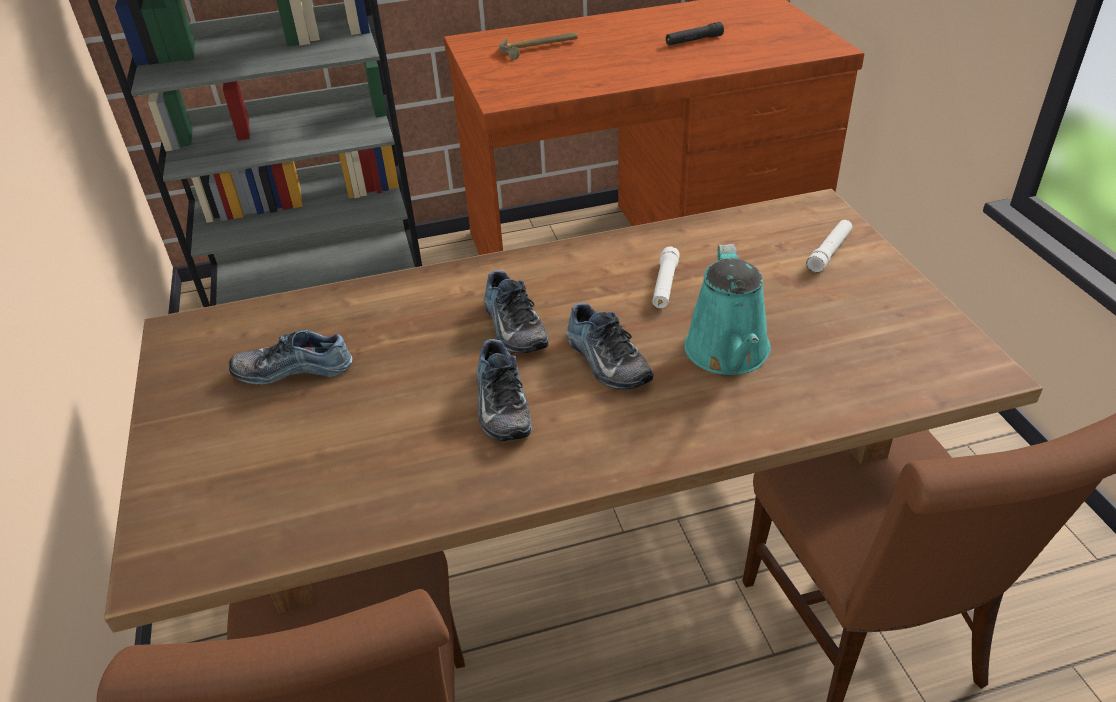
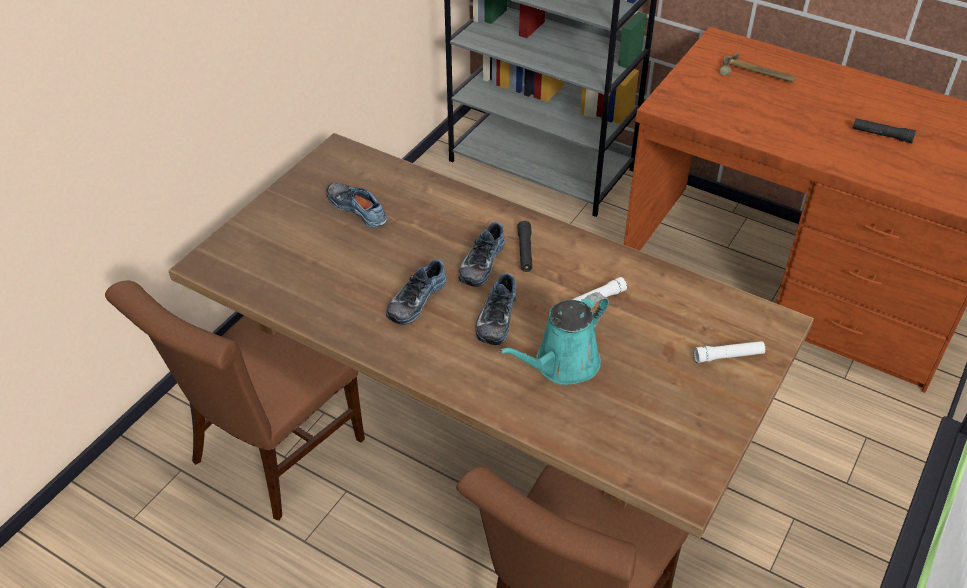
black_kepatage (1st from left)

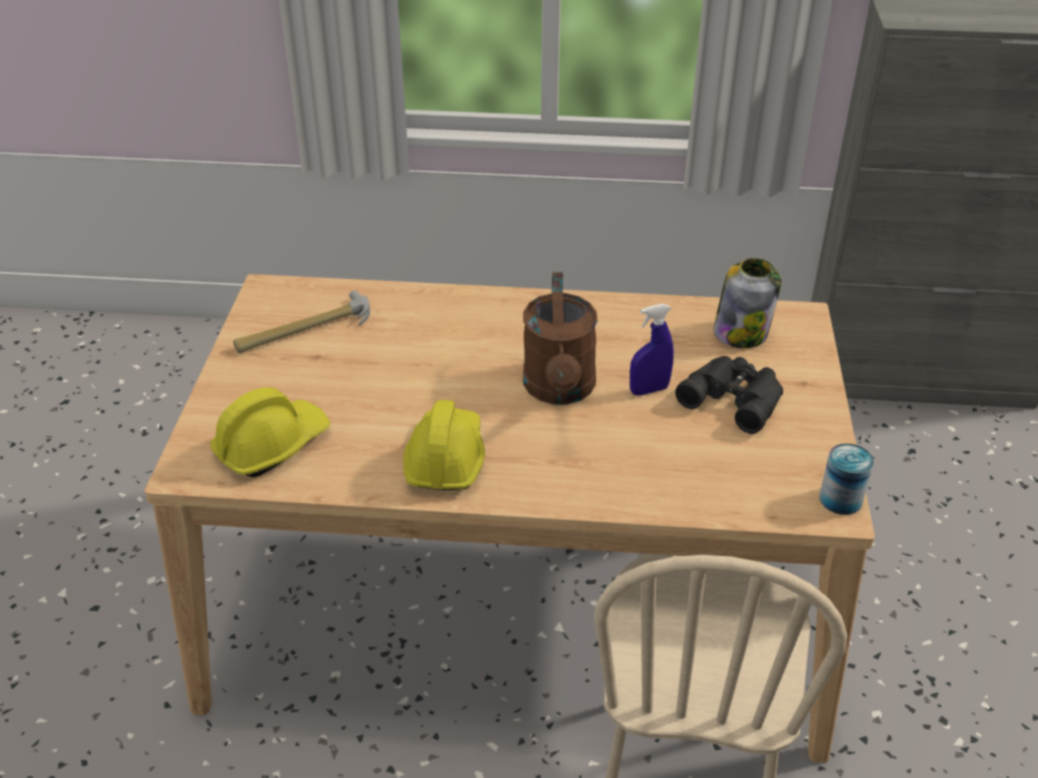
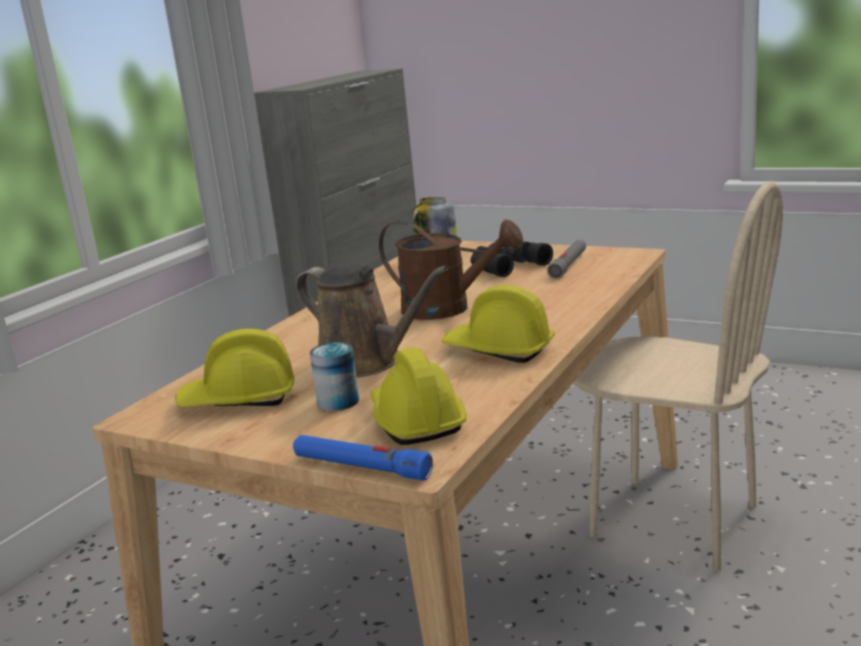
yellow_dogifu (1st from left); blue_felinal; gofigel; blue_kepatage; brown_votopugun (1st from left); grey_kepatage

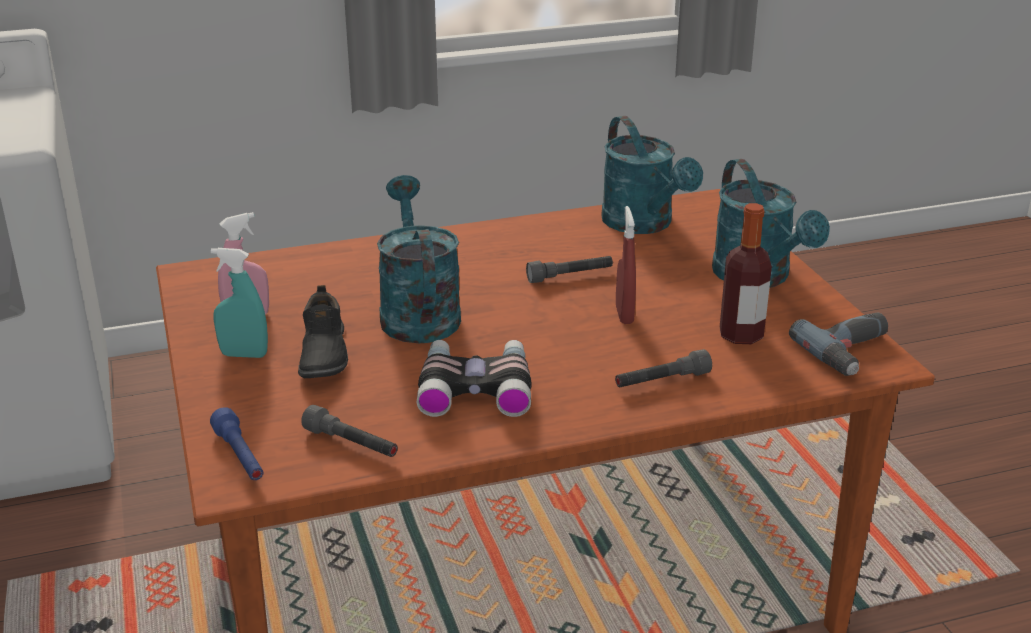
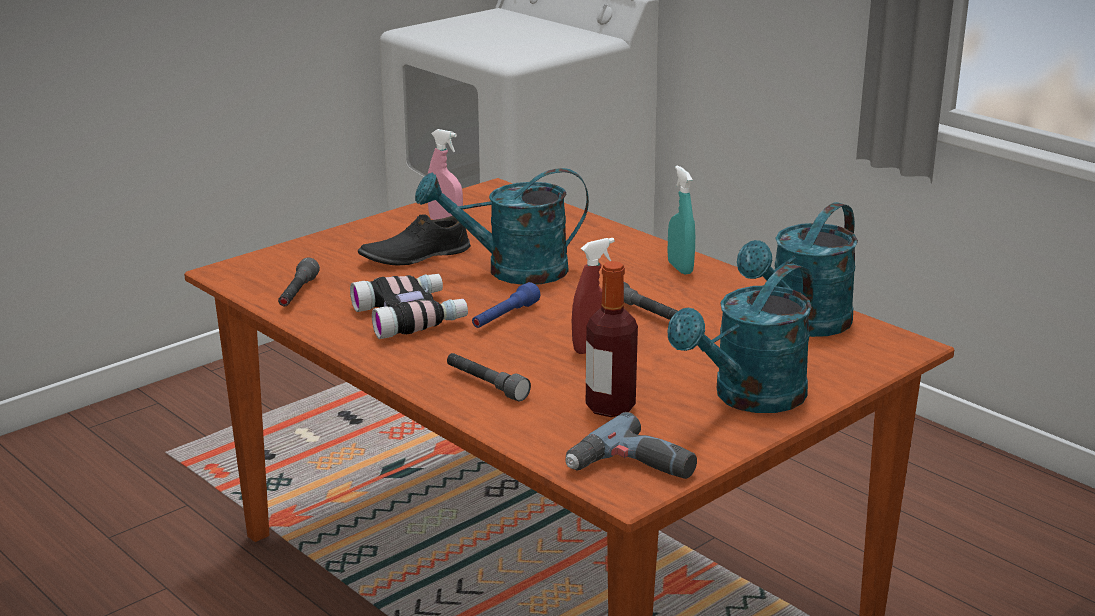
blue_kepatage; turquoise_felinal; turquoise_votopugun (1st from left)

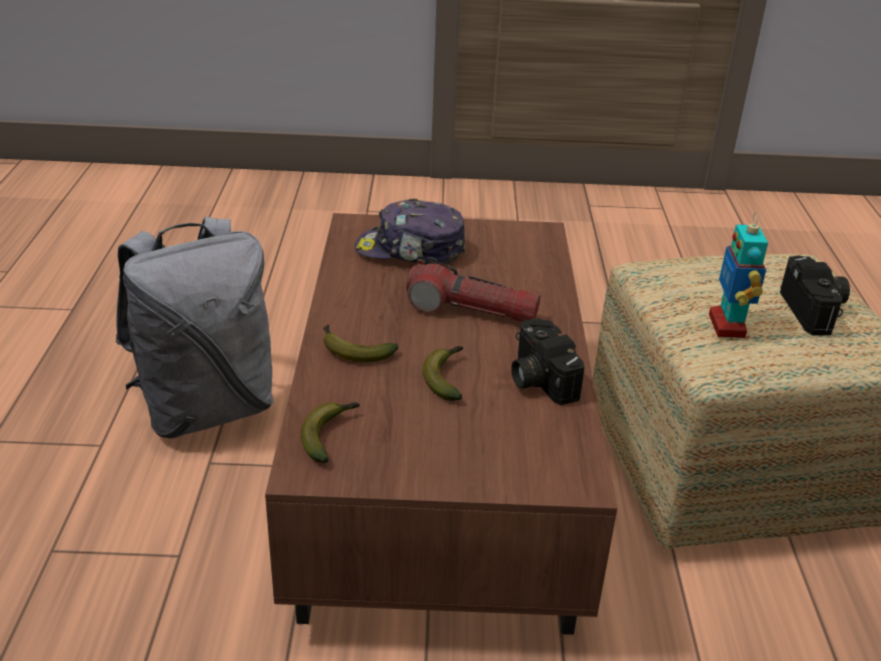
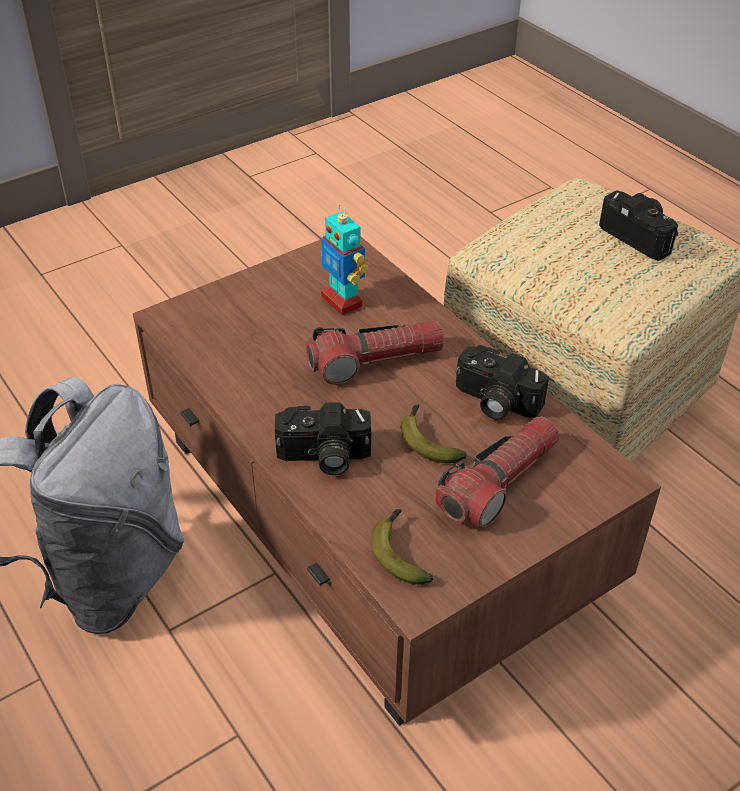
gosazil (1st from left); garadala; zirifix; kepatage (2nd from left)

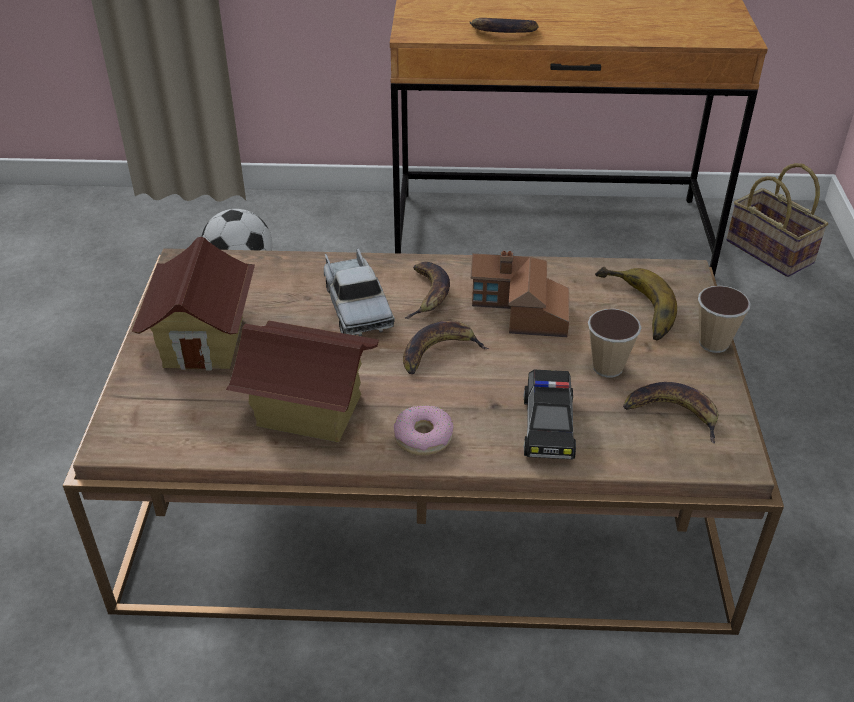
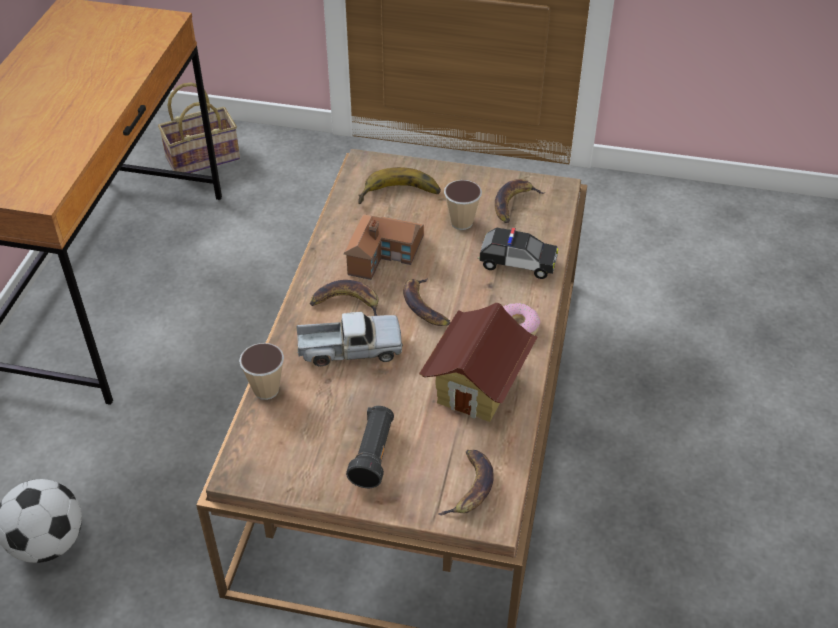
black_kepatage; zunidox (4th from left); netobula (1st from left)

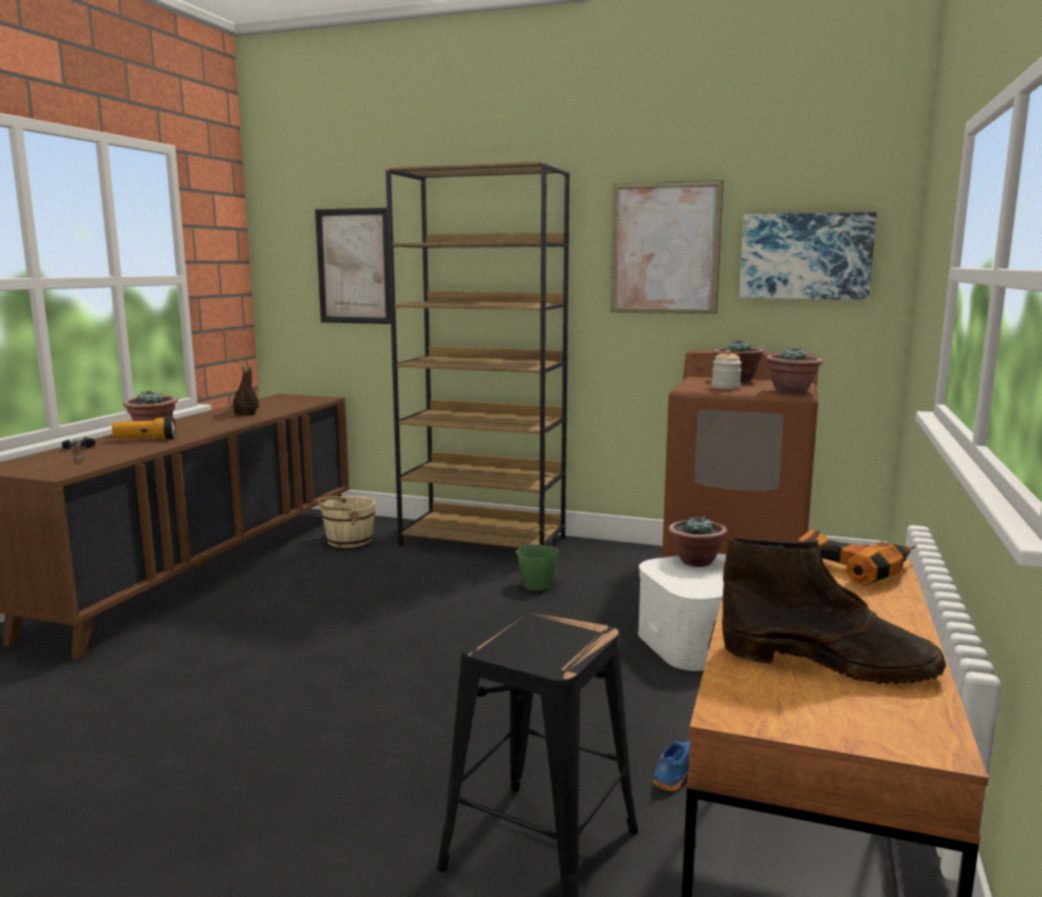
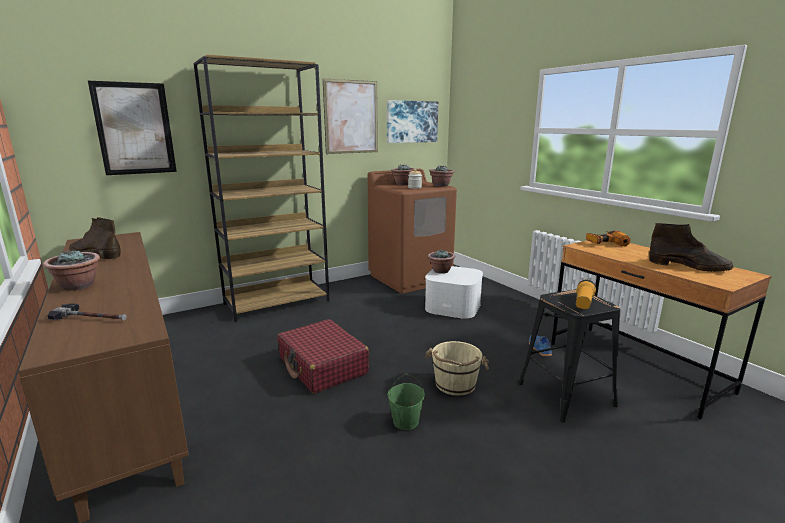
kepatage; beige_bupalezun; green_bupalezun; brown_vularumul (2nd from left); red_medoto

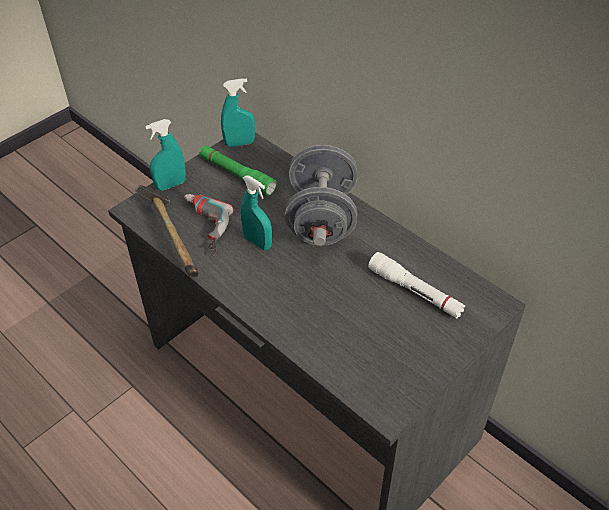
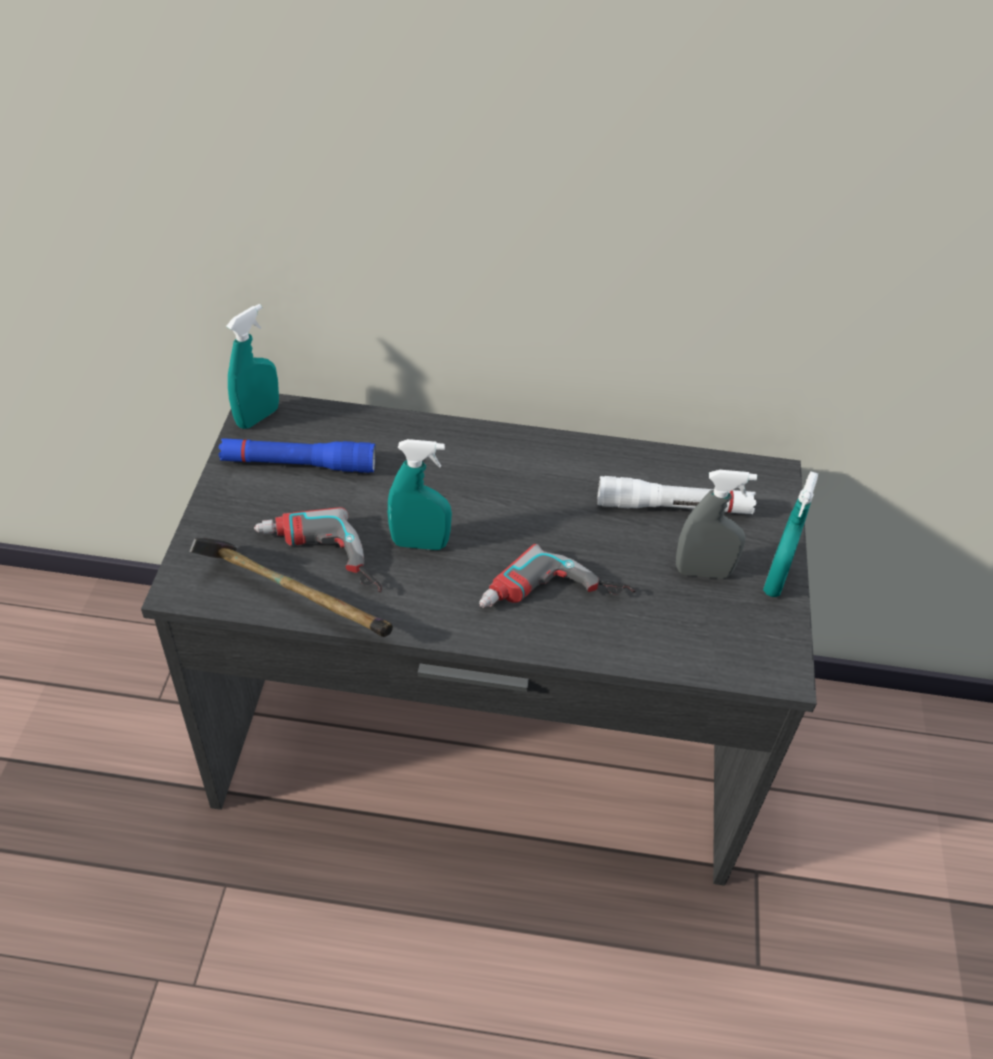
turquoise_felinal (3rd from left); blue_kepatage; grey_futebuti; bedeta (2nd from left); grey_felinal

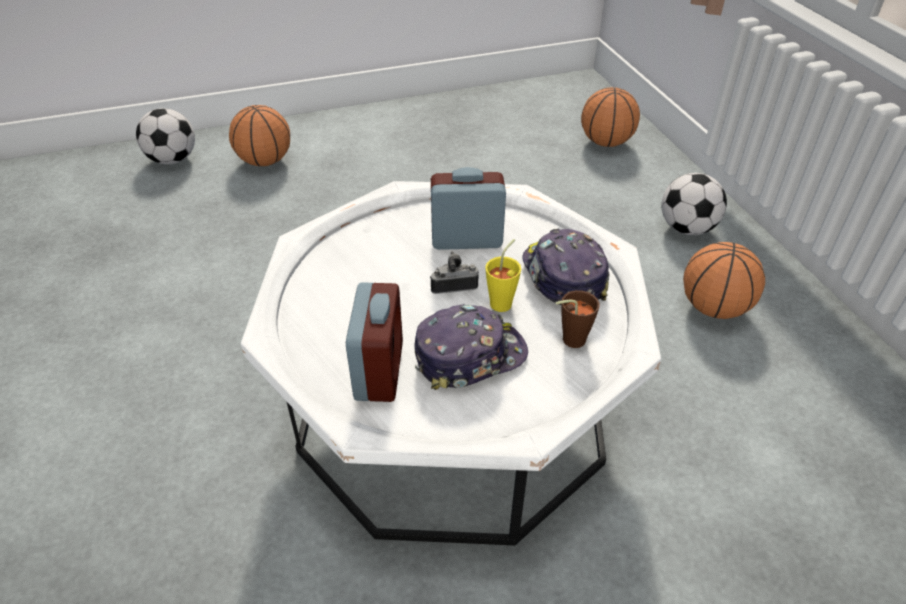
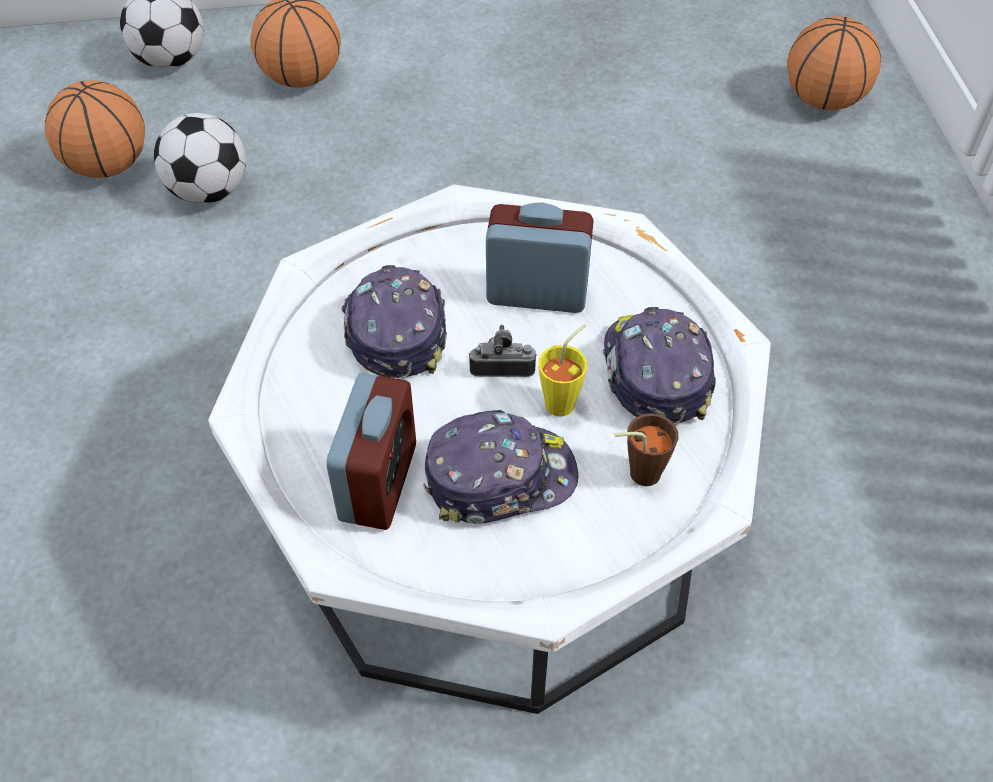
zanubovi (2nd from left); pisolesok (1st from left); garadala (1st from left)

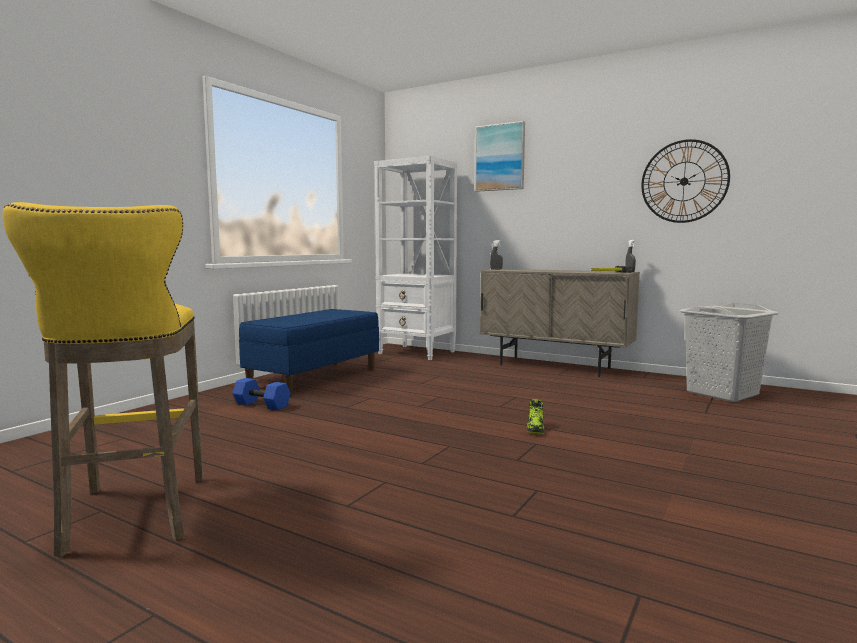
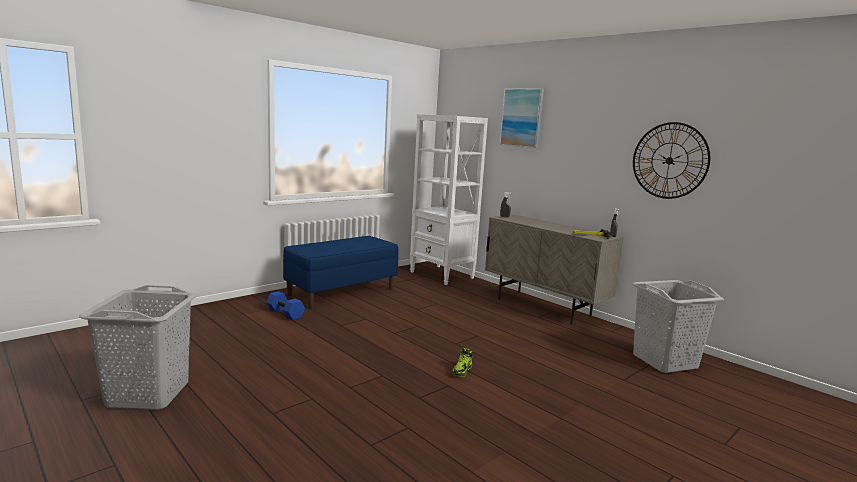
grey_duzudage (1st from left)

